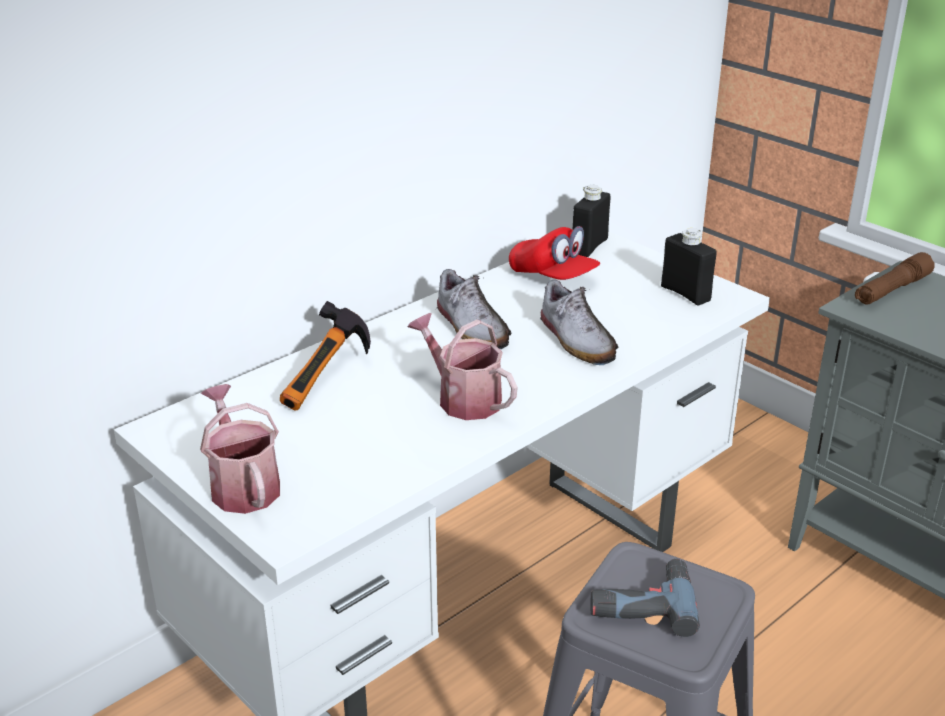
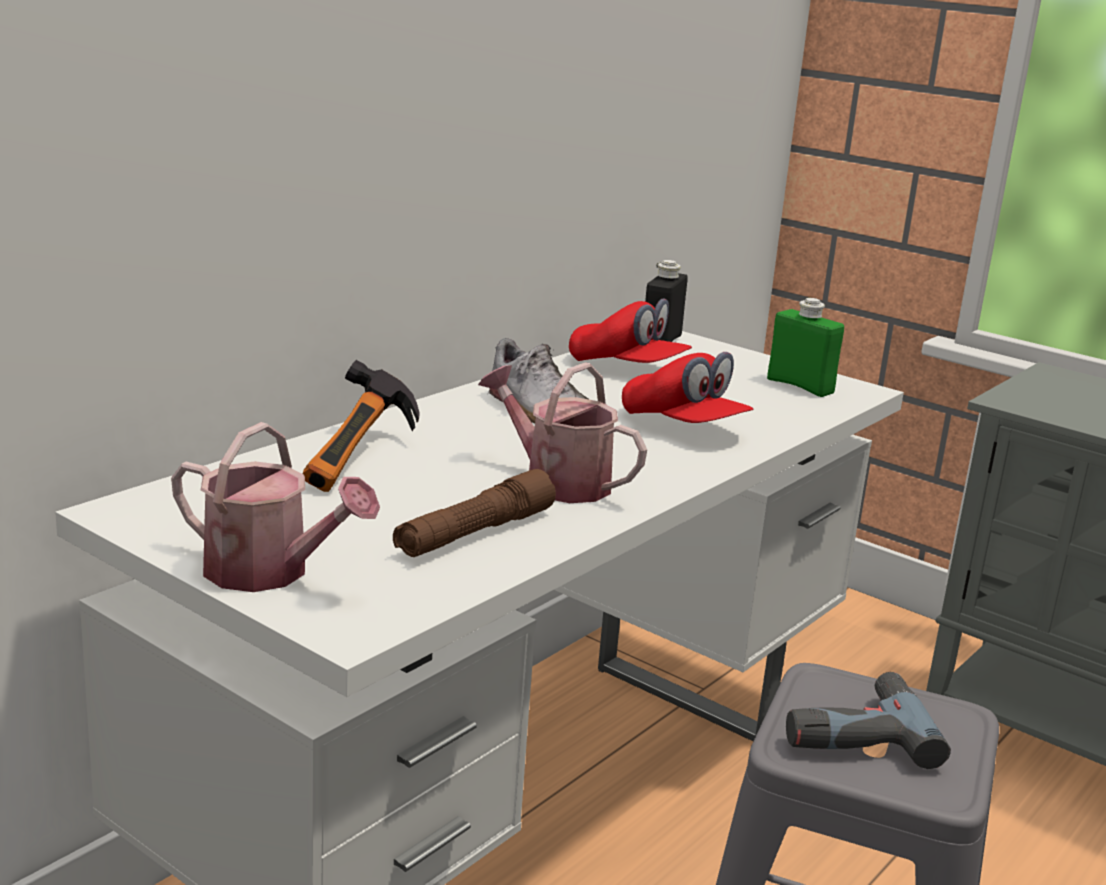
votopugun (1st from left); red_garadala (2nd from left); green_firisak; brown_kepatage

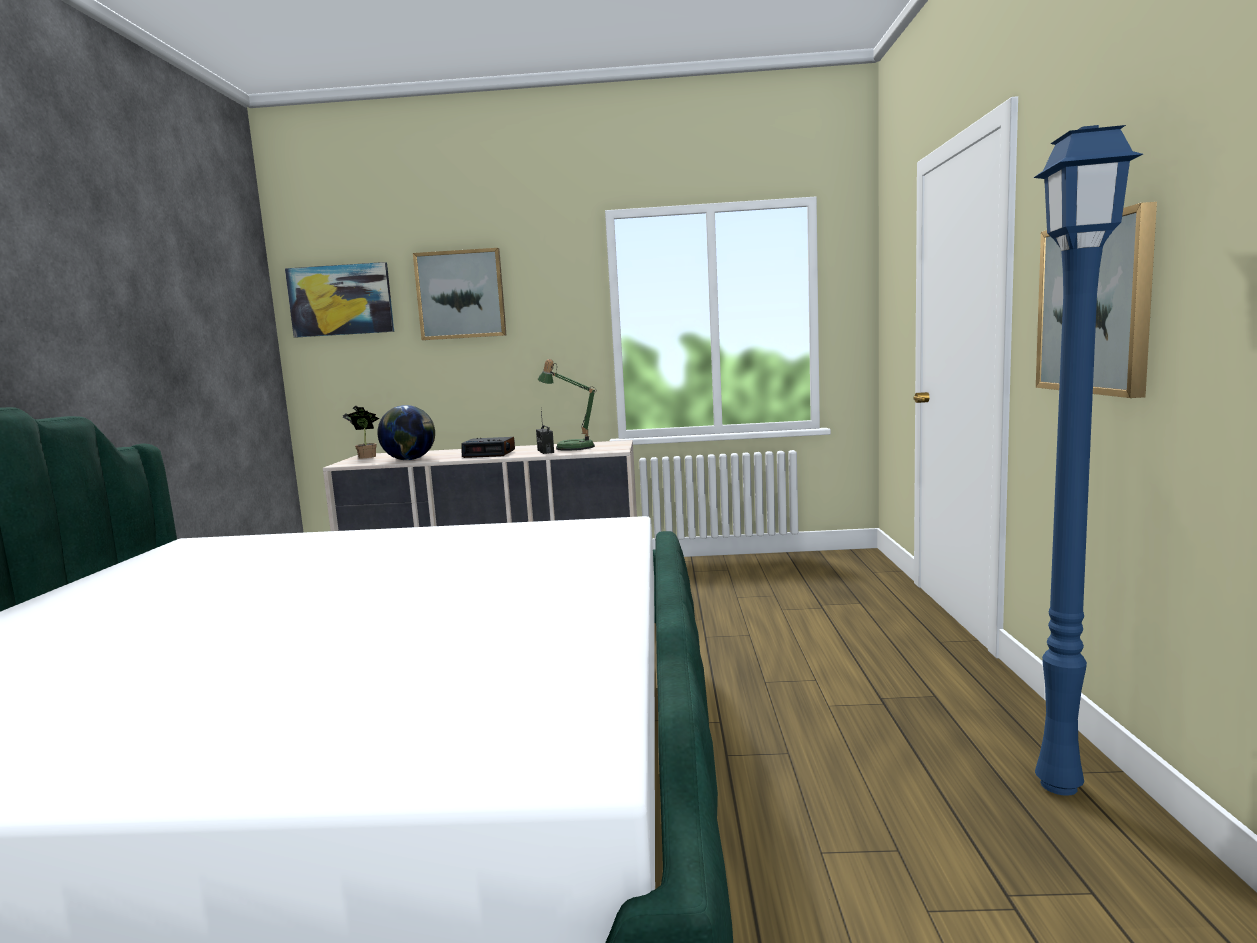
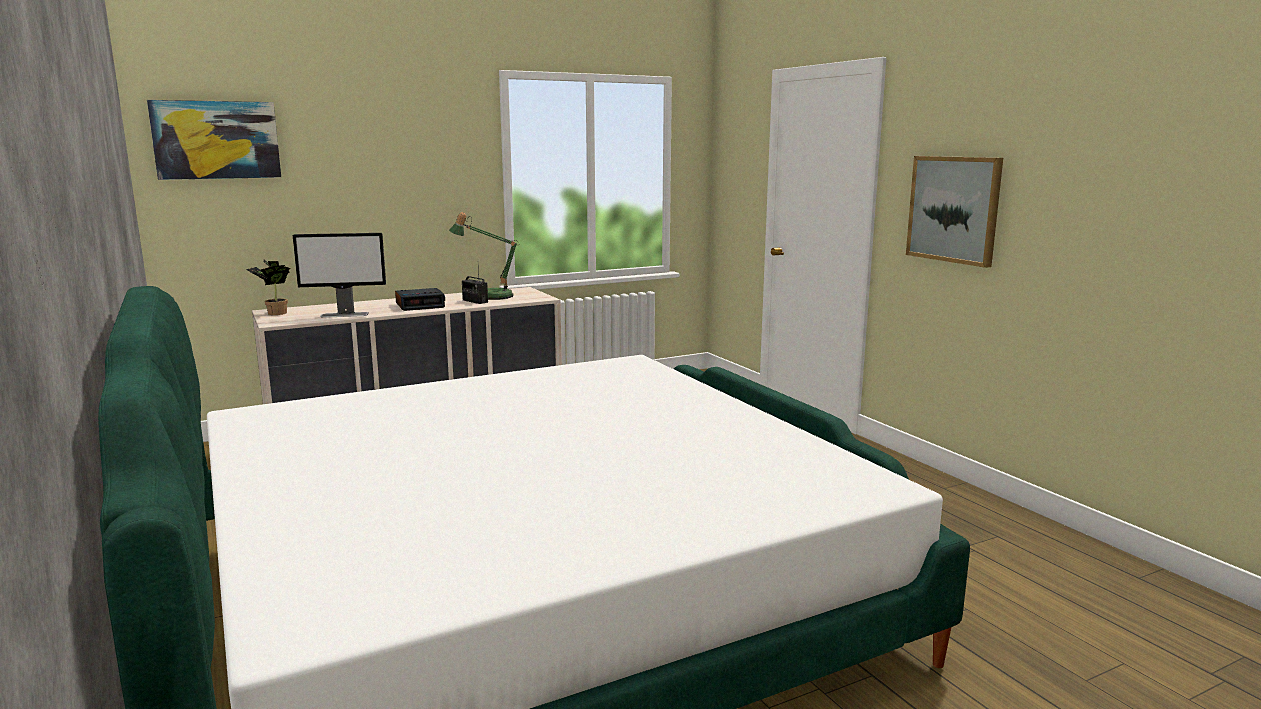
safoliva; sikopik (2nd from left in the first image); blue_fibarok

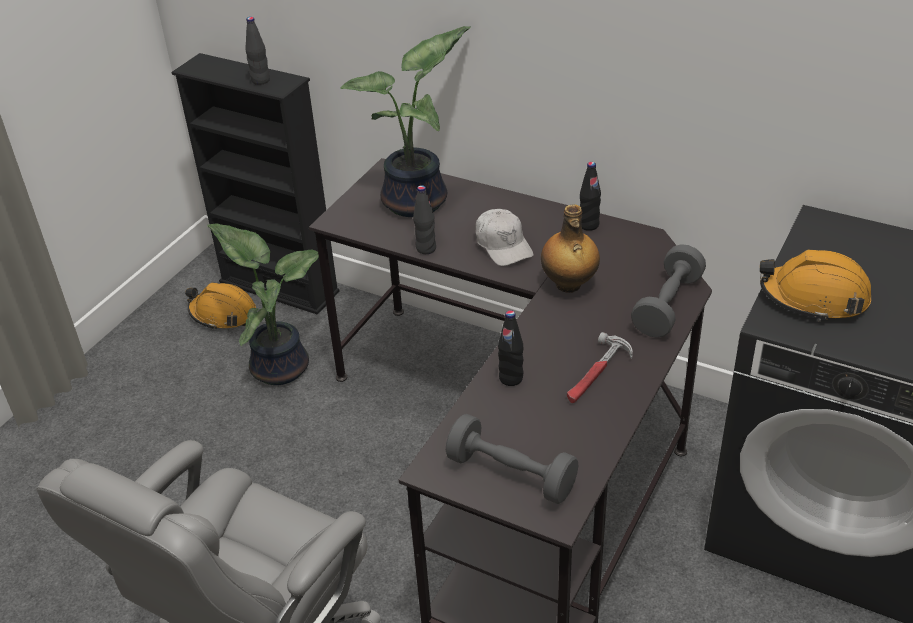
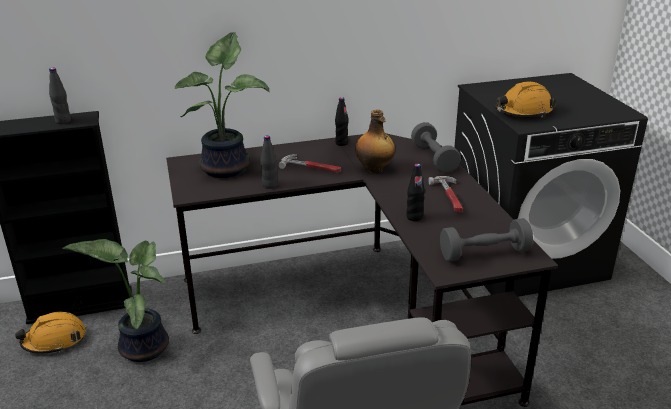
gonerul (1st from left)

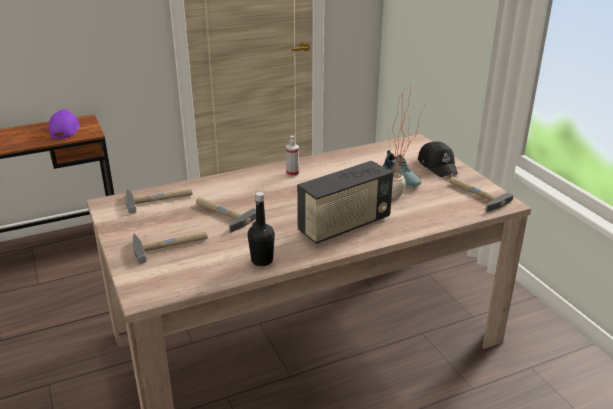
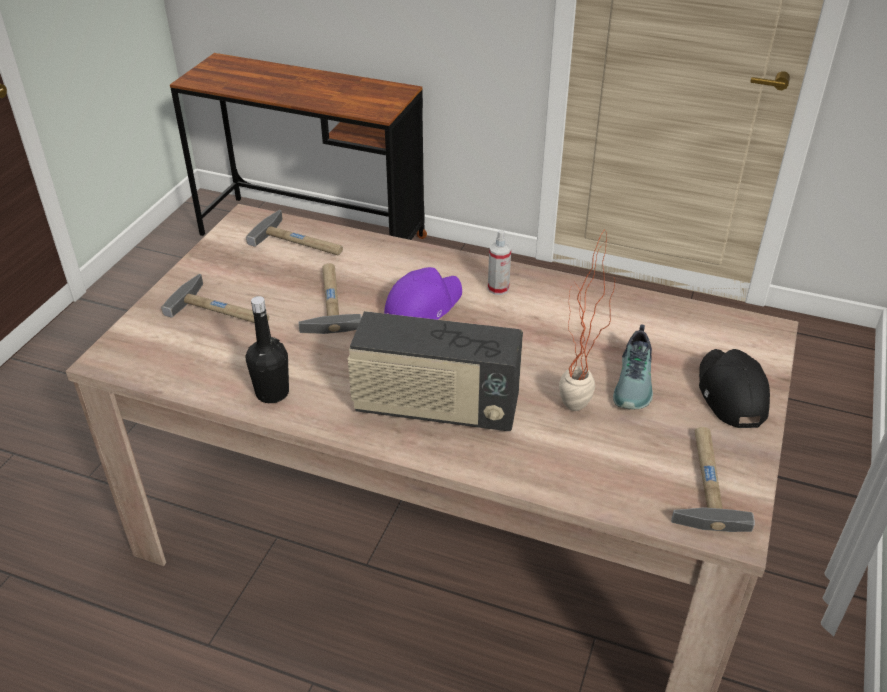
purple_garadala; black_garadala

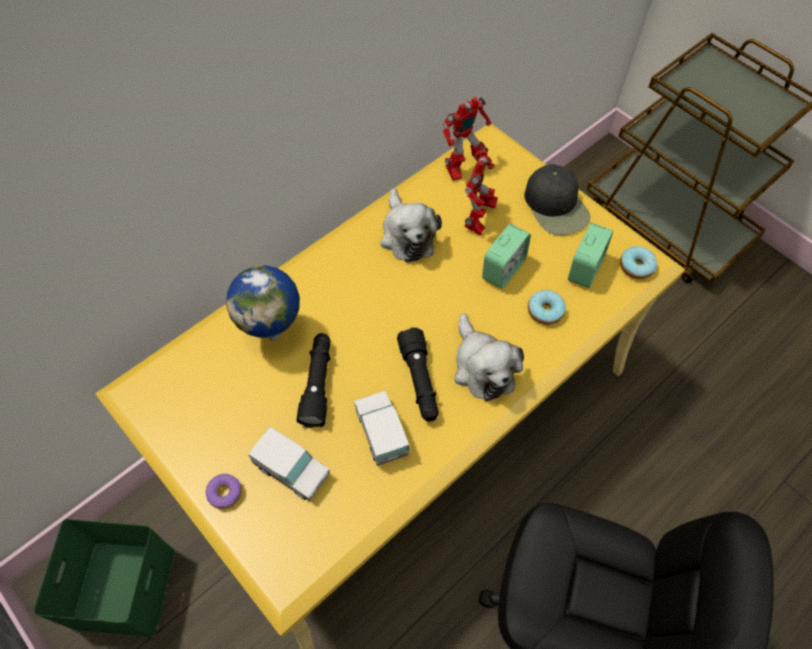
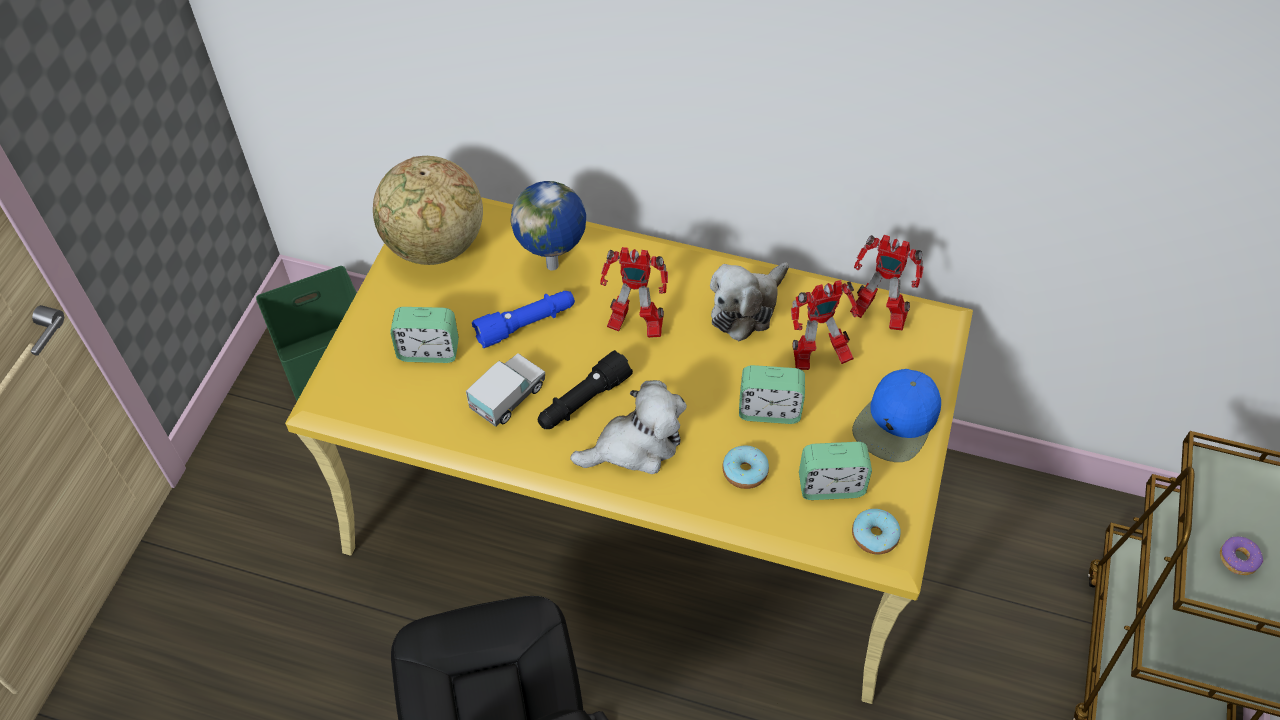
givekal (3rd from left); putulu (1st from left); blue_kepatage; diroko (1st from left); blue_garadala; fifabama (1st from left); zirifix (1st from left)

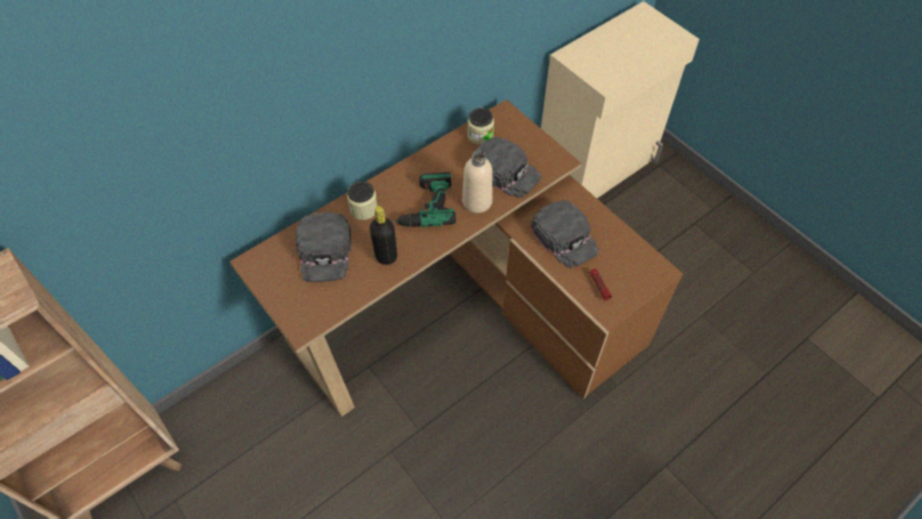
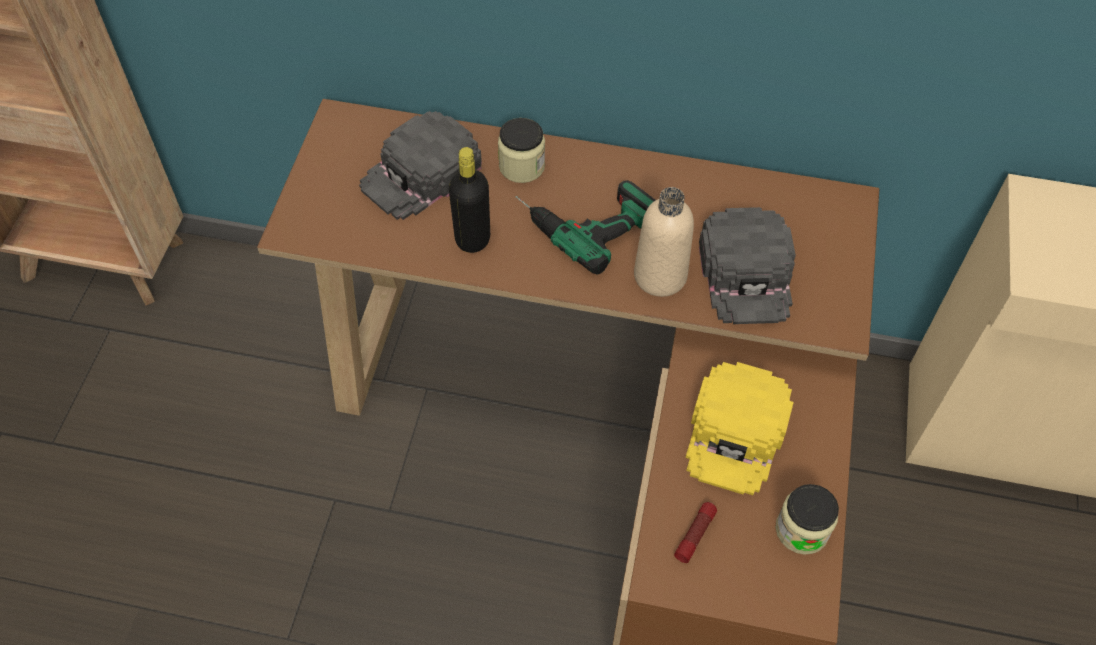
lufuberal (2nd from left); yellow_garadala

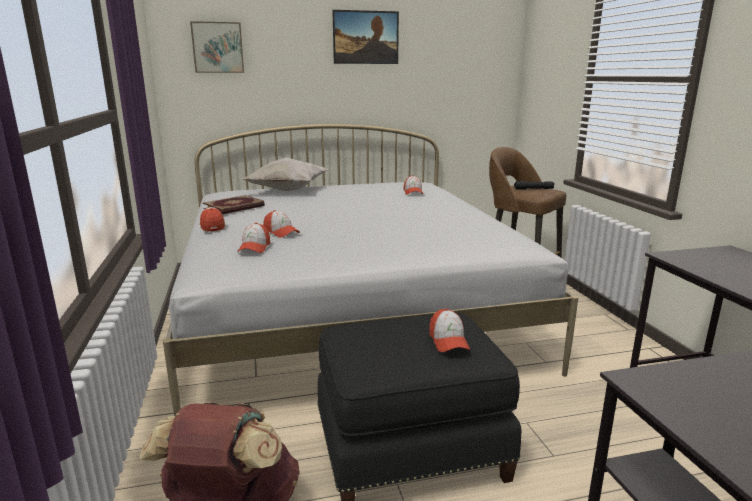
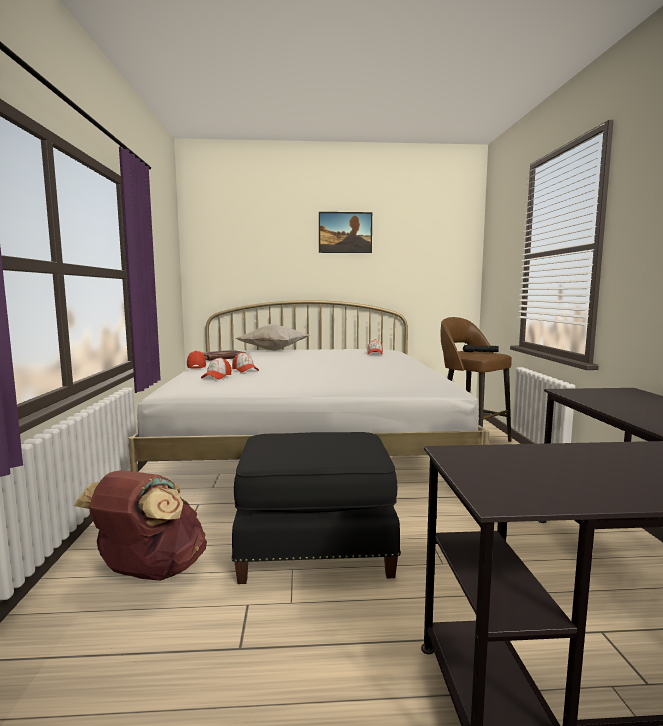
sikopik (1st from left in the first image); garadala (5th from left in the first image)

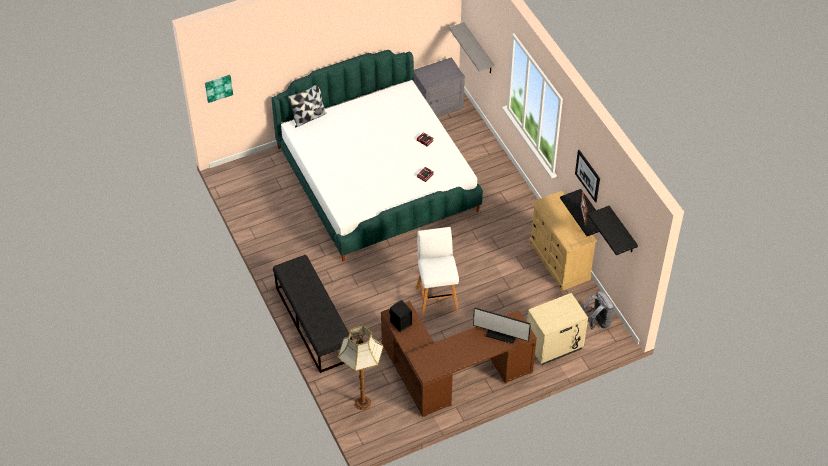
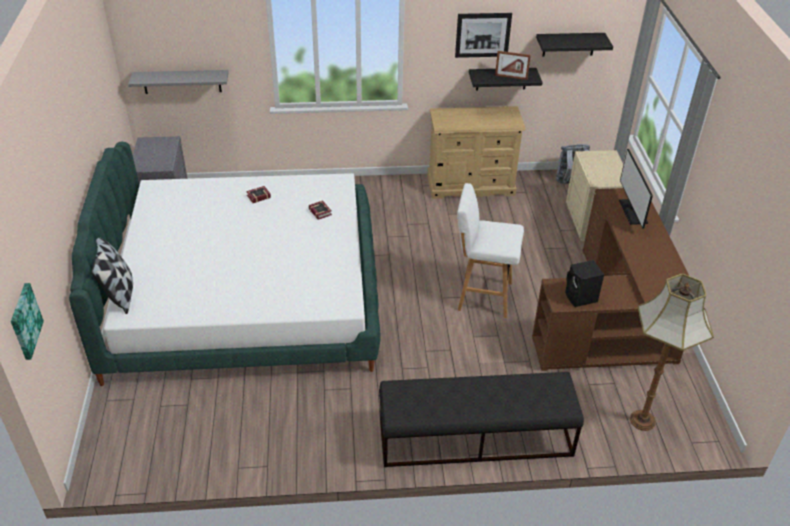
safoliva

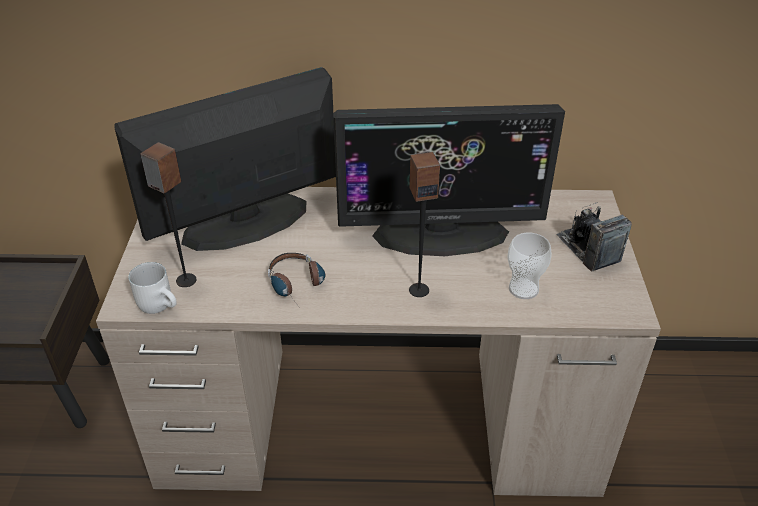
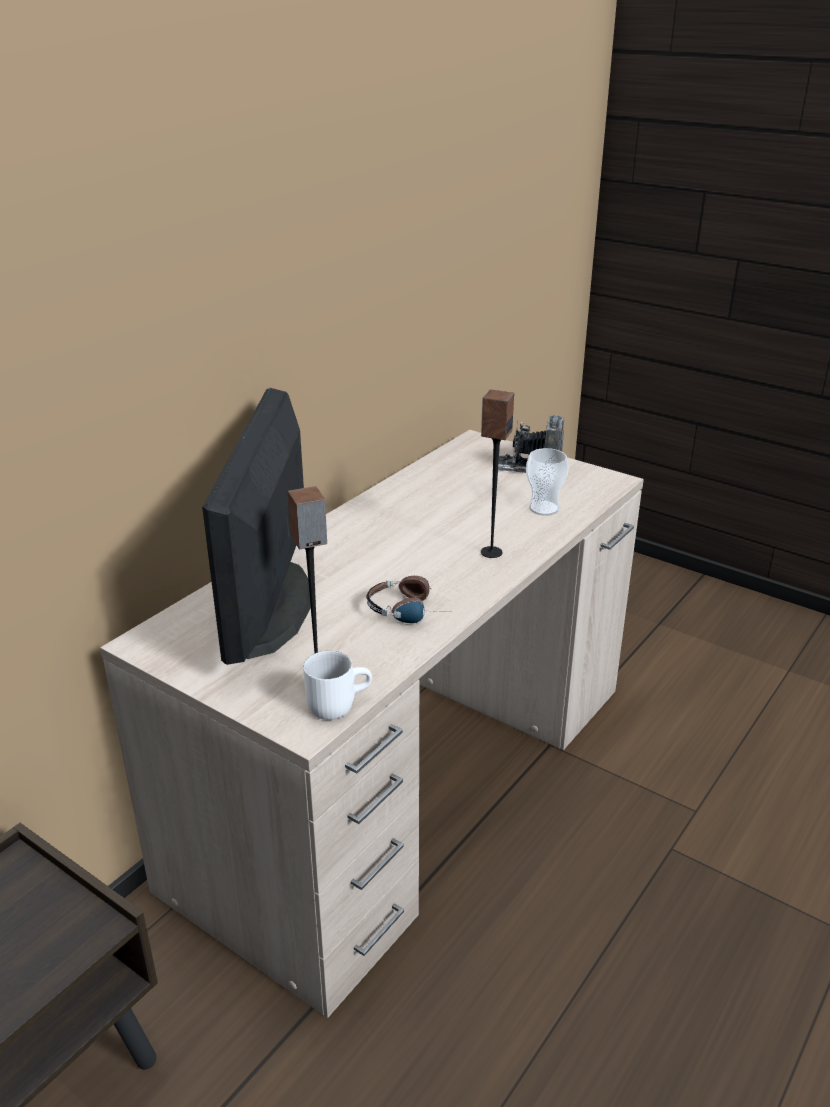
safoliva (2nd from left in the first image)

